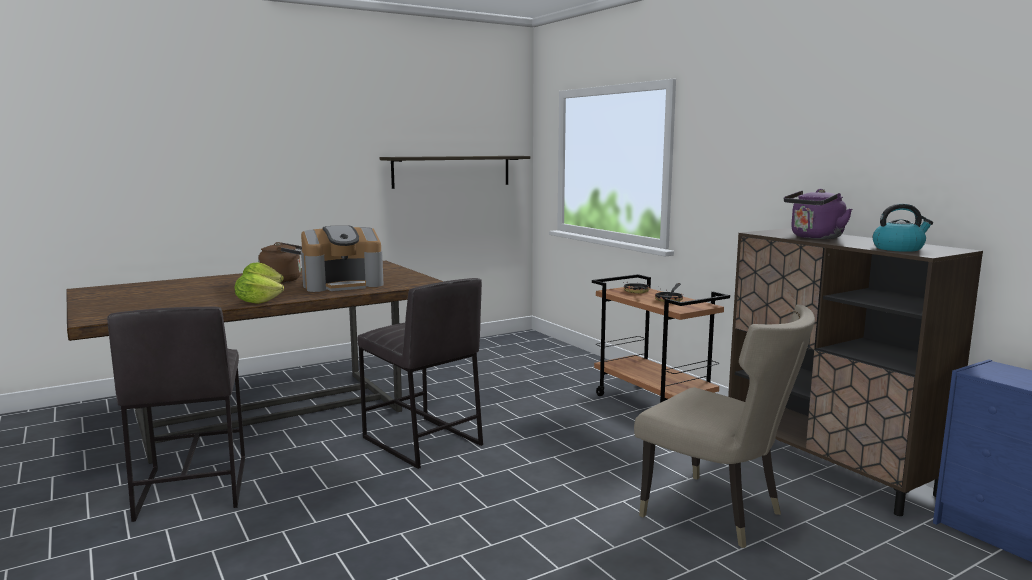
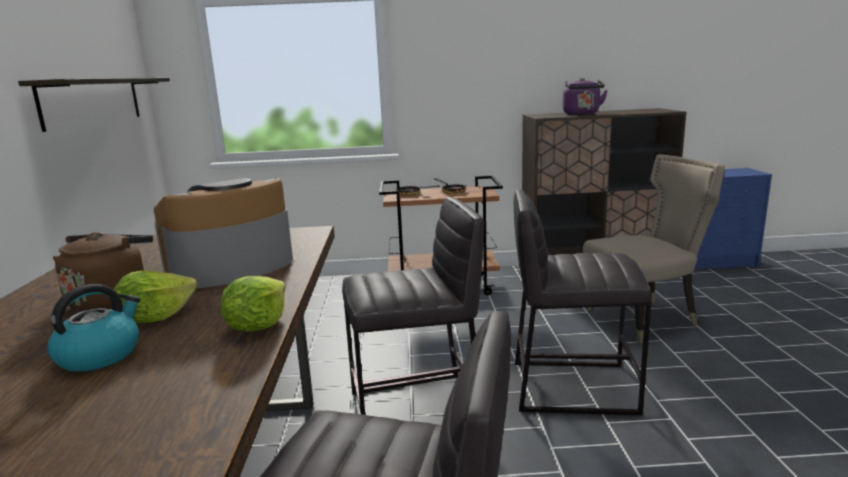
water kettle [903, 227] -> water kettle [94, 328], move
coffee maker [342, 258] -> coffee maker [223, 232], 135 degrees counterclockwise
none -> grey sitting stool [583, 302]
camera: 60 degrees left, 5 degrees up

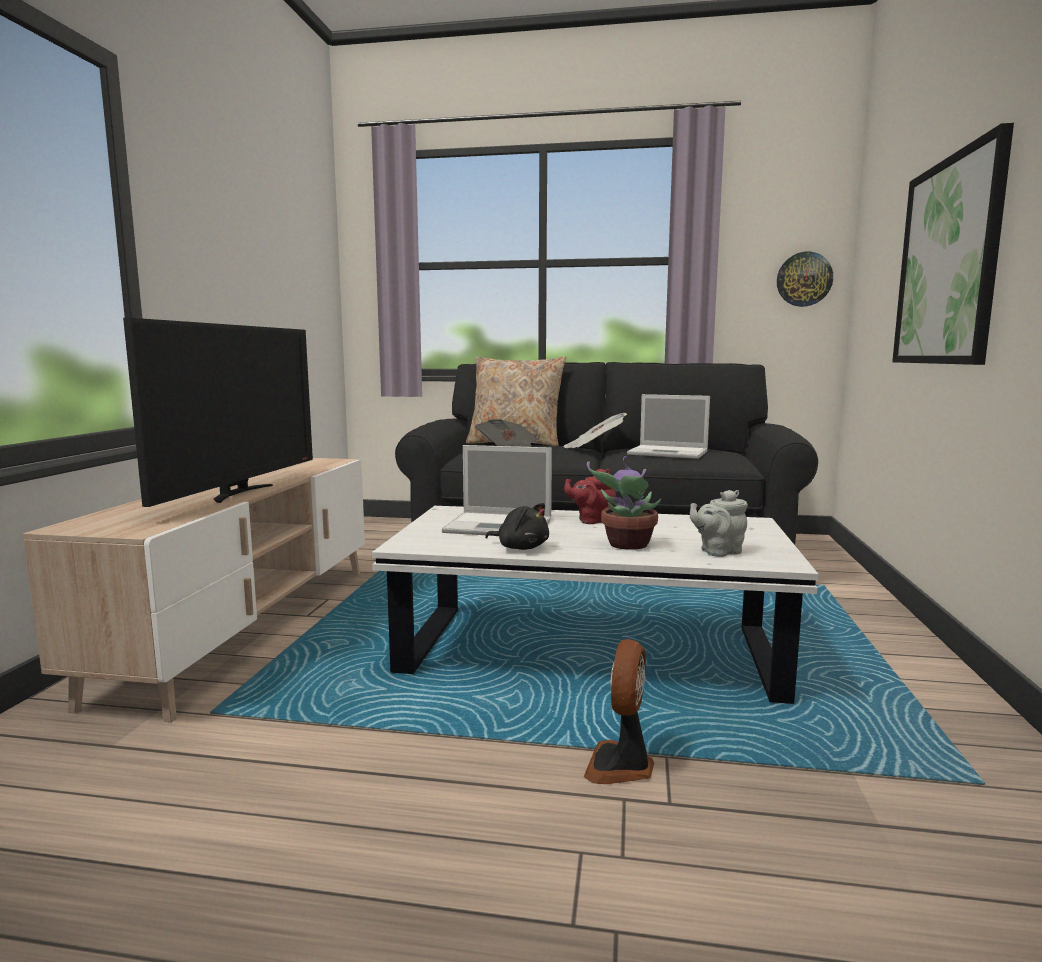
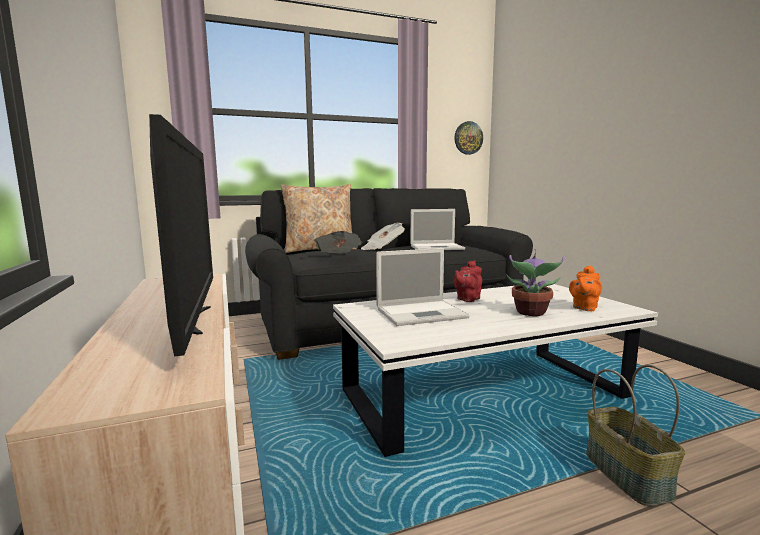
wall art [953, 244] -> none
grey pot for tea [719, 523] -> orangey pot for tea [585, 288]
blackish soft toy [517, 526] -> none
fan [619, 711] -> basket [635, 435]
camera: 30 degrees left, 0 degrees up

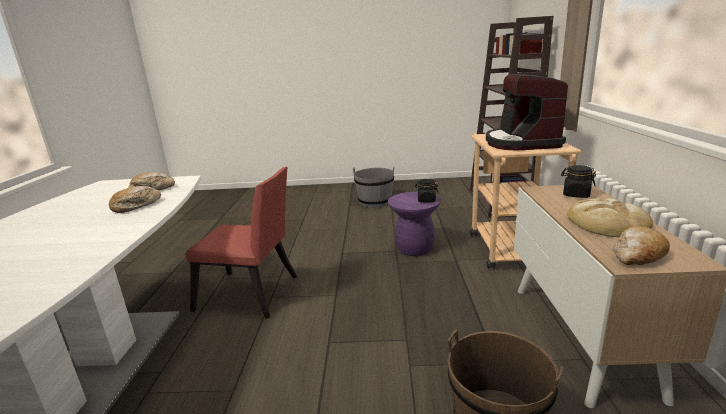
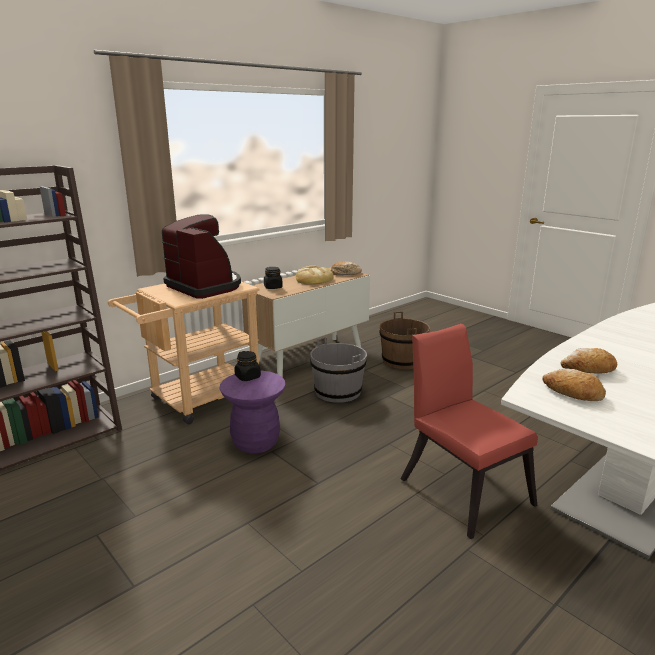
coffee maker [527, 112] -> coffee maker [201, 256], 90 degrees counterclockwise
grey water bucket [373, 186] -> grey water bucket [338, 370], move
camera: 135 degrees left, 0 degrees up

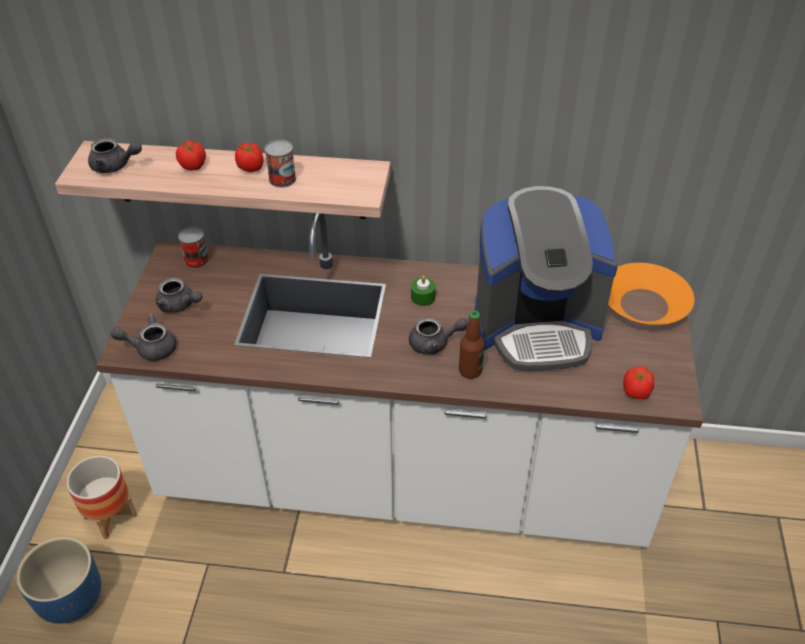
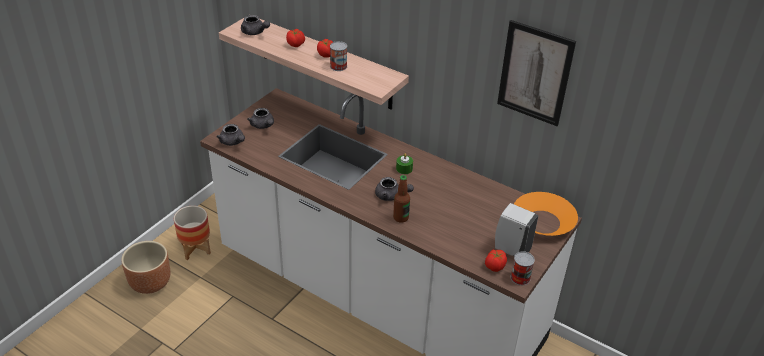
coffee maker [546, 278] -> none
metal can [193, 248] -> metal can [523, 268], move
grey pot for tea [144, 337] -> grey pot for tea [231, 135], 150 degrees counterclockwise
blue flower pot [59, 580] -> brown-coloured flower pot [145, 267]
none -> wall art [536, 73]
none -> whitish liquid soap bottle [517, 229]
camera: 25 degrees right, 5 degrees down

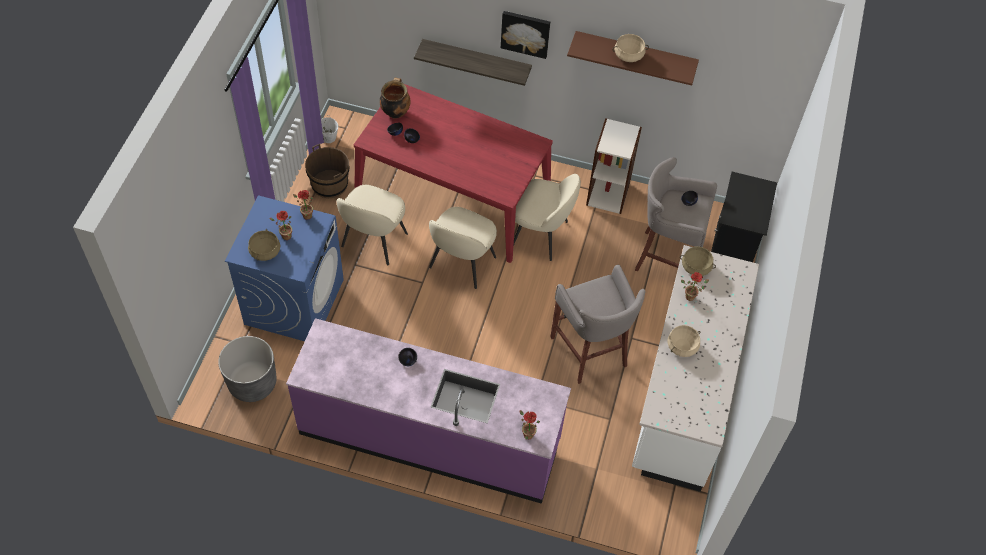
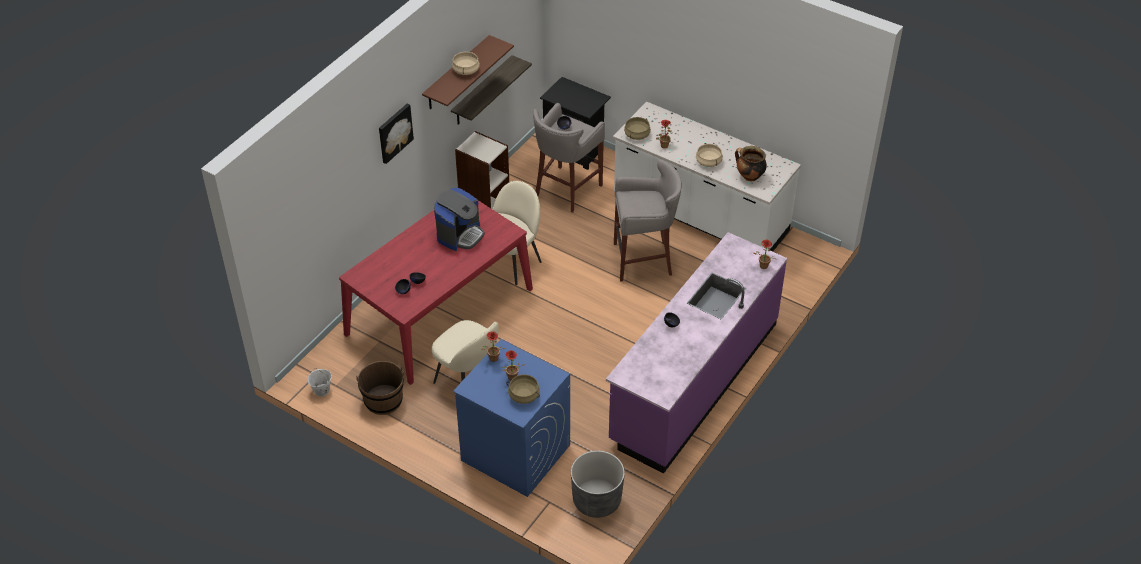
bracket shelf [473, 62] -> bracket shelf [491, 90], move
saucepot [395, 98] -> saucepot [751, 163], move
beige chair [463, 248] -> none
none -> coffee maker [459, 219]
camera: 70 degrees left, 10 degrees down

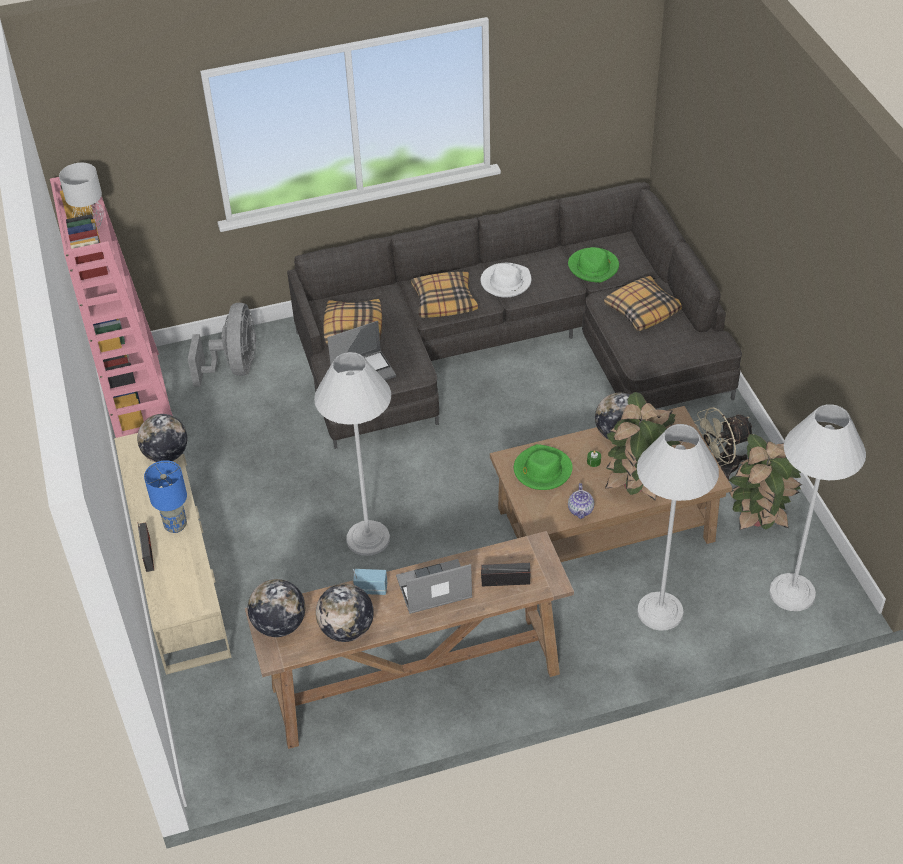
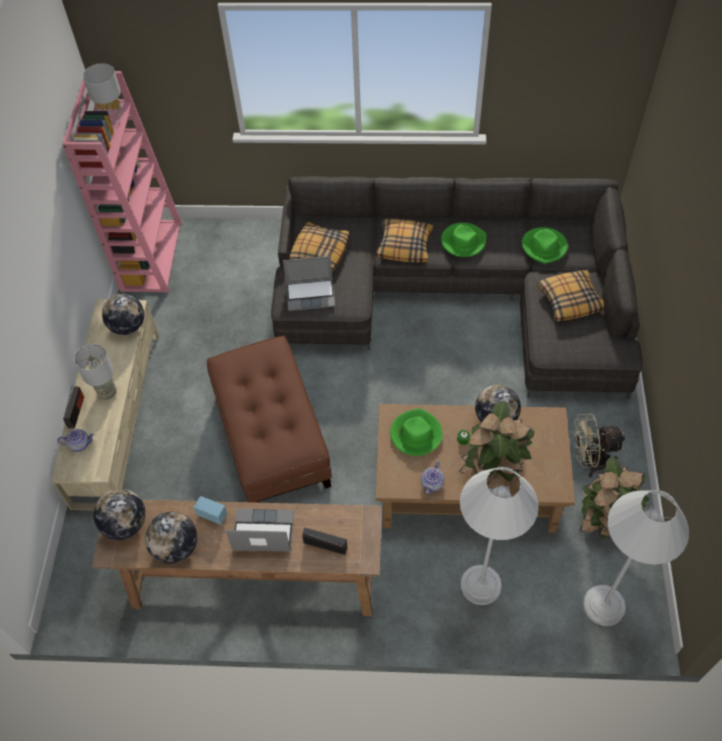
whitish clothing hat [506, 280] -> green-coloured clothing hat [464, 240]
grey fan [222, 345] -> none
whitish standard lamp [352, 454] -> brown-coloured footrest [269, 419]
blue table lamp [165, 496] -> grey table lamp [95, 372]
none -> pot for tea [76, 440]
camera: 20 degrees right, 10 degrees up

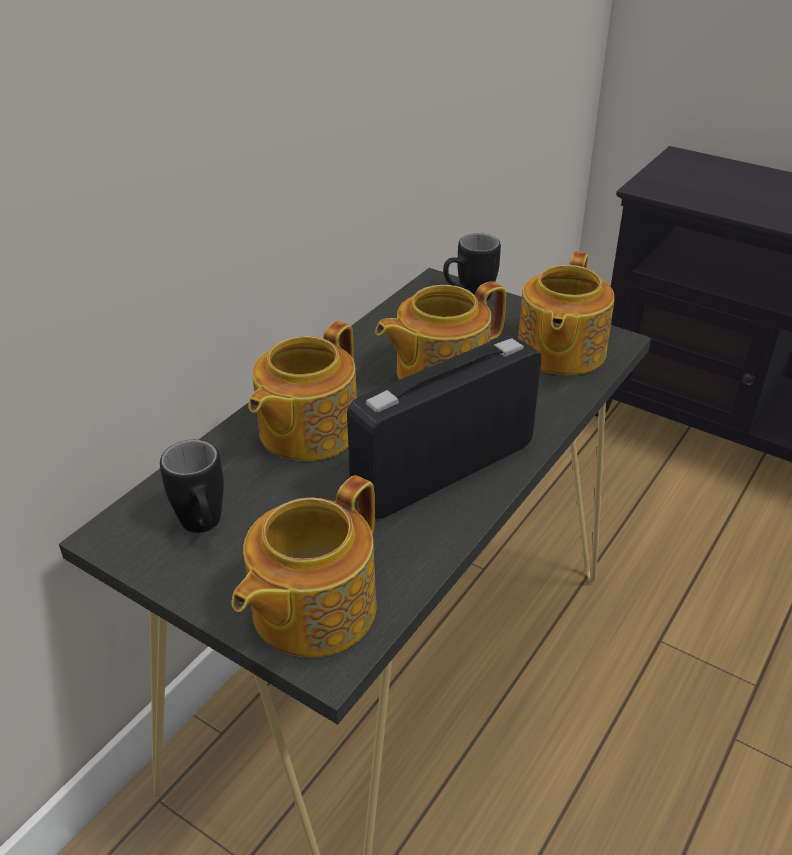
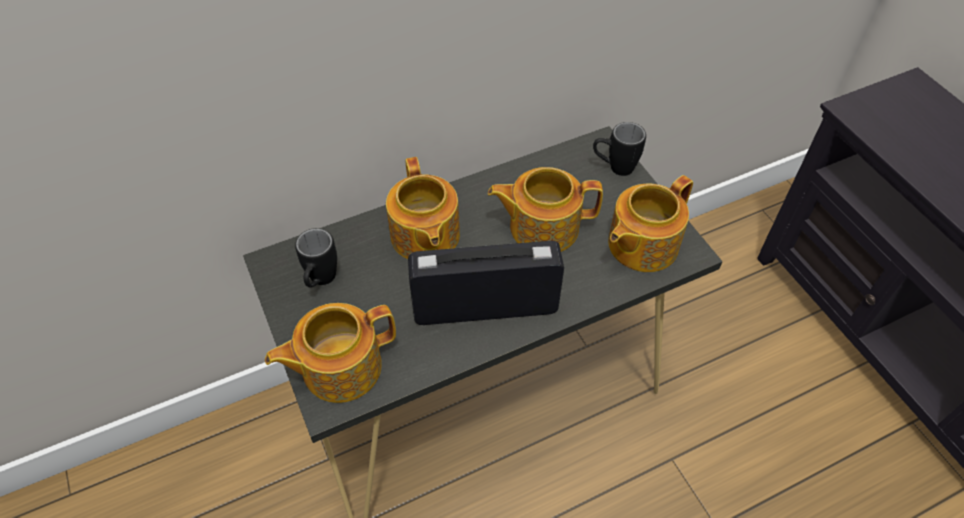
pot for tea [302, 391] -> pot for tea [423, 208], 75 degrees counterclockwise
camera: 30 degrees right, 15 degrees up

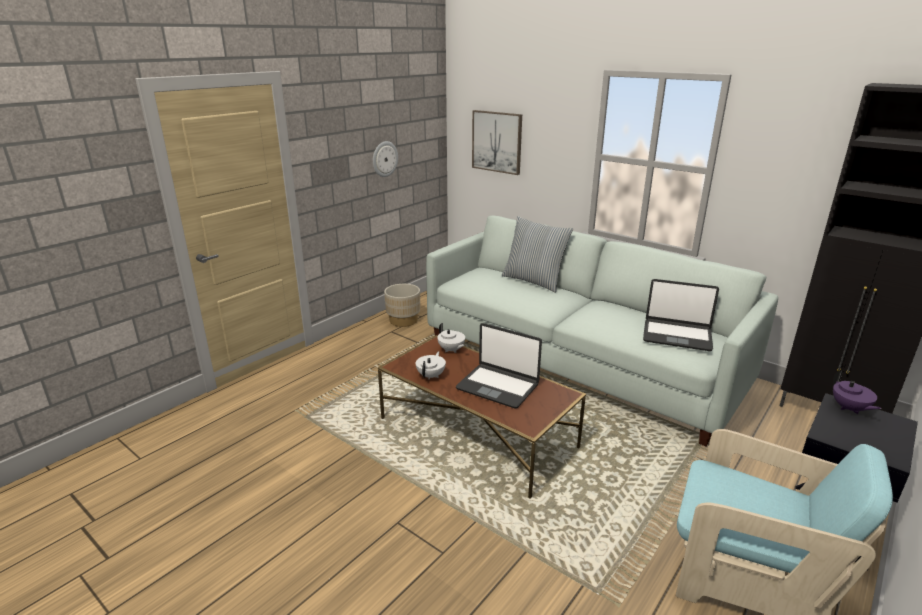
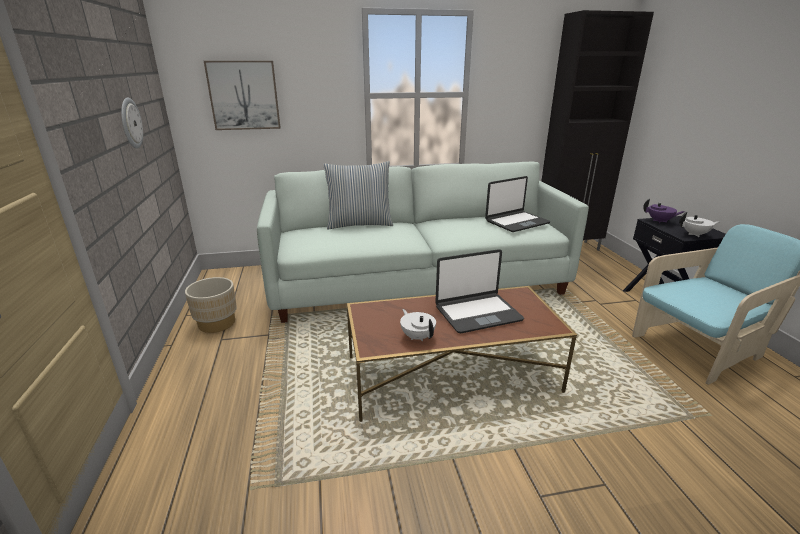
whitish pot for tea [451, 338] -> whitish pot for tea [699, 224], move
camera: 50 degrees left, 0 degrees up

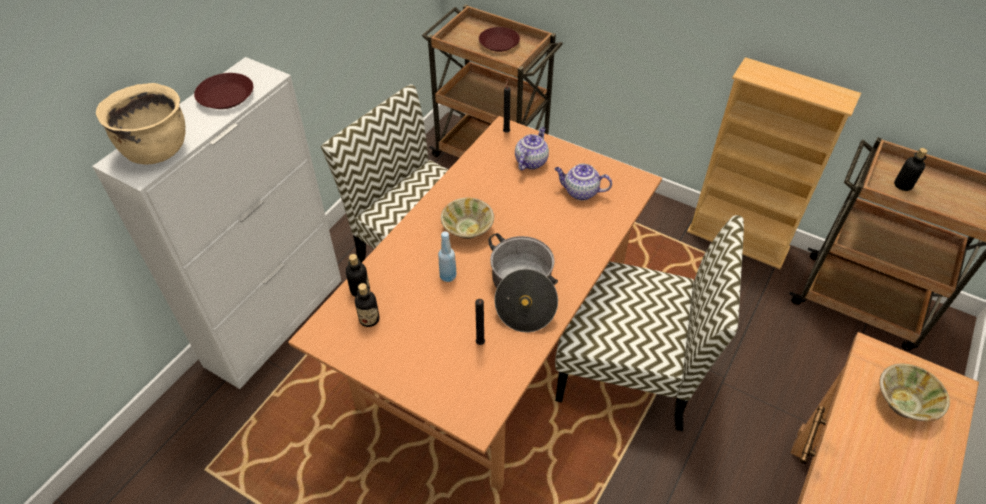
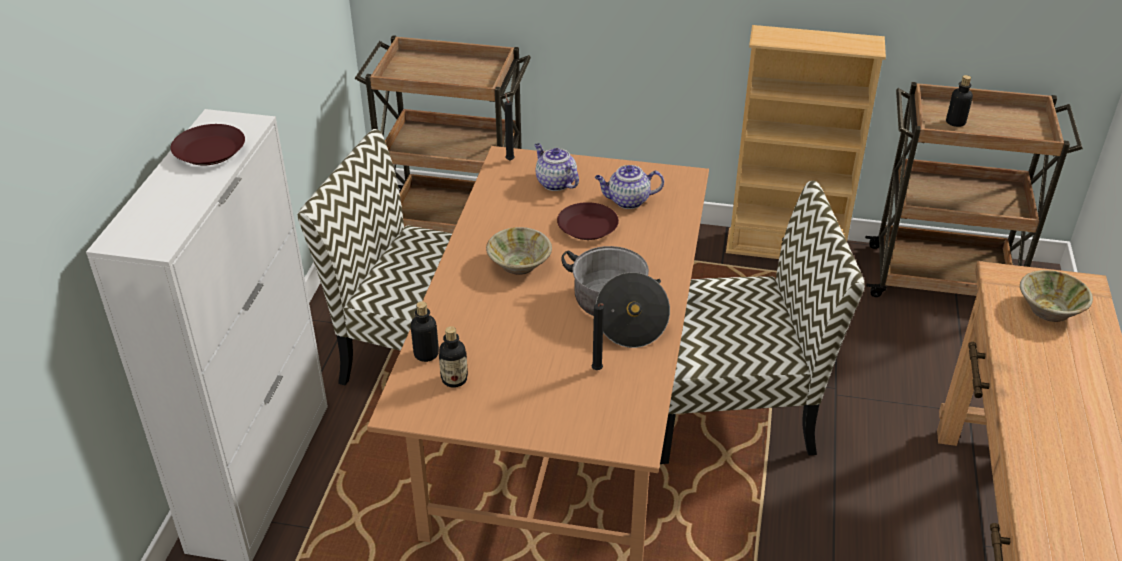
brown-coloured plate [499, 39] -> brown-coloured plate [588, 221], move
beige saucepot [141, 123] -> none
pot for tea [532, 148] -> pot for tea [556, 167], 45 degrees counterclockwise
blue bottle [447, 256] -> none
camera: 20 degrees left, 10 degrees down

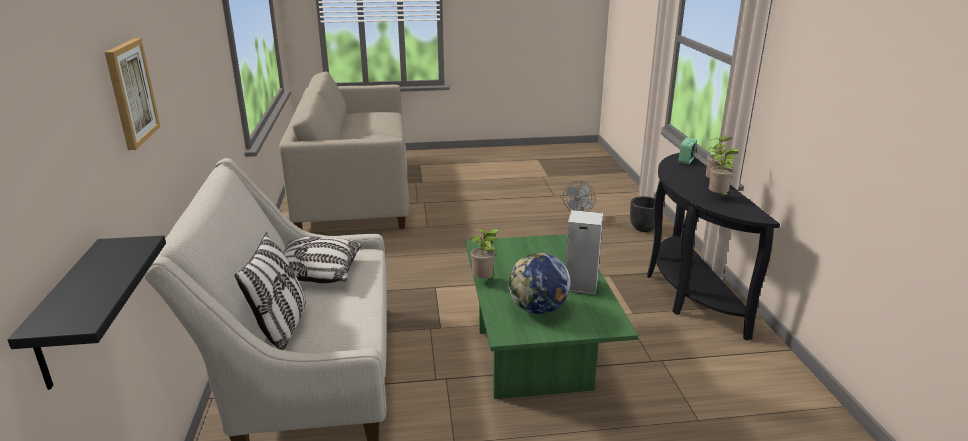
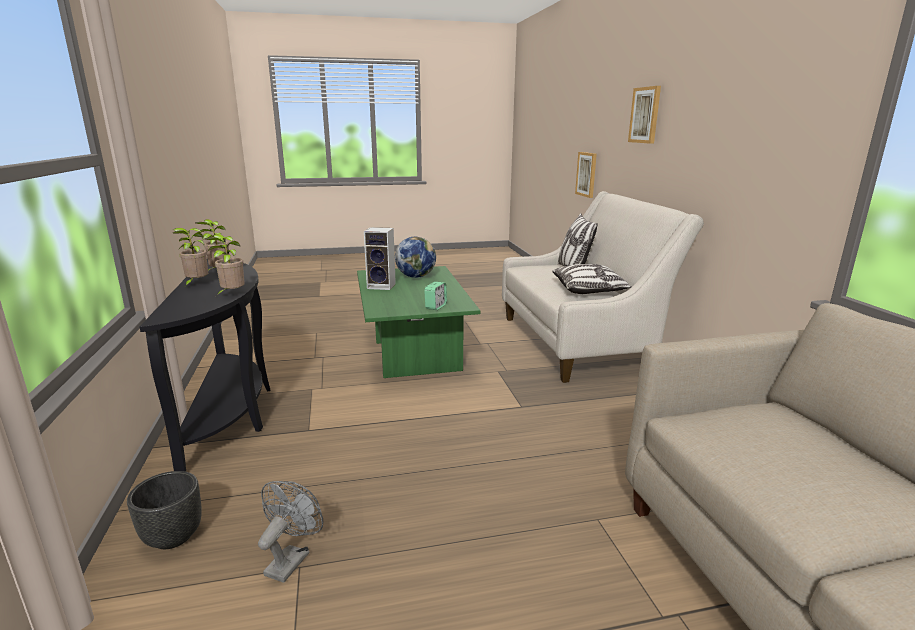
alarm clock [687, 150] -> alarm clock [435, 296], move
potted plant [485, 253] -> potted plant [225, 265], move
blackish bracket shelf [87, 312] -> wall art [586, 175]
camera: 175 degrees right, 5 degrees down

